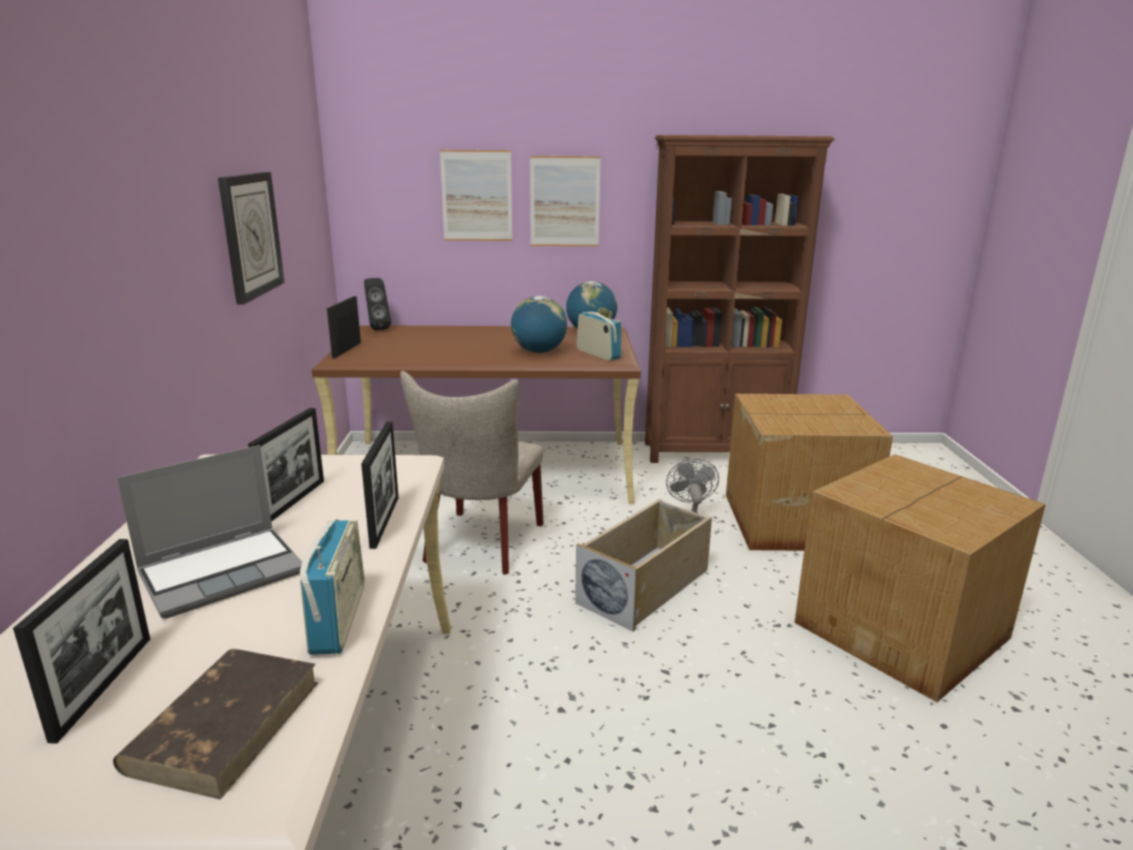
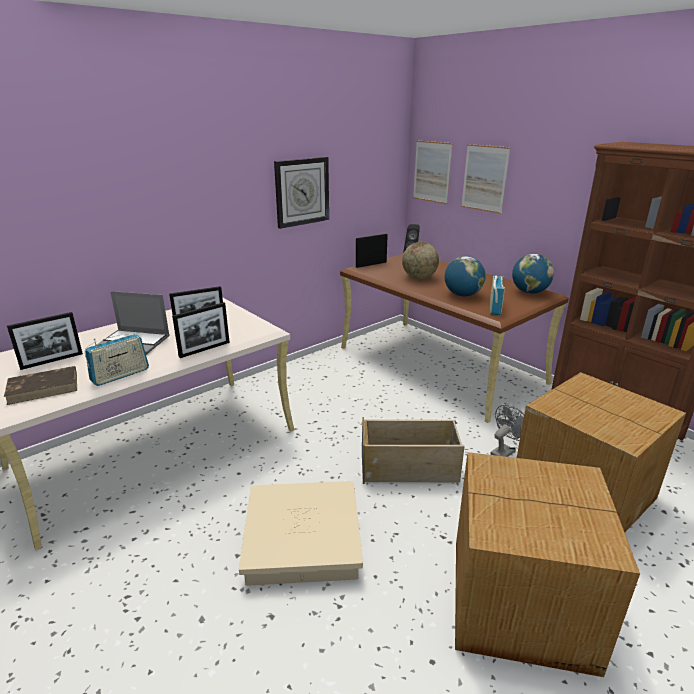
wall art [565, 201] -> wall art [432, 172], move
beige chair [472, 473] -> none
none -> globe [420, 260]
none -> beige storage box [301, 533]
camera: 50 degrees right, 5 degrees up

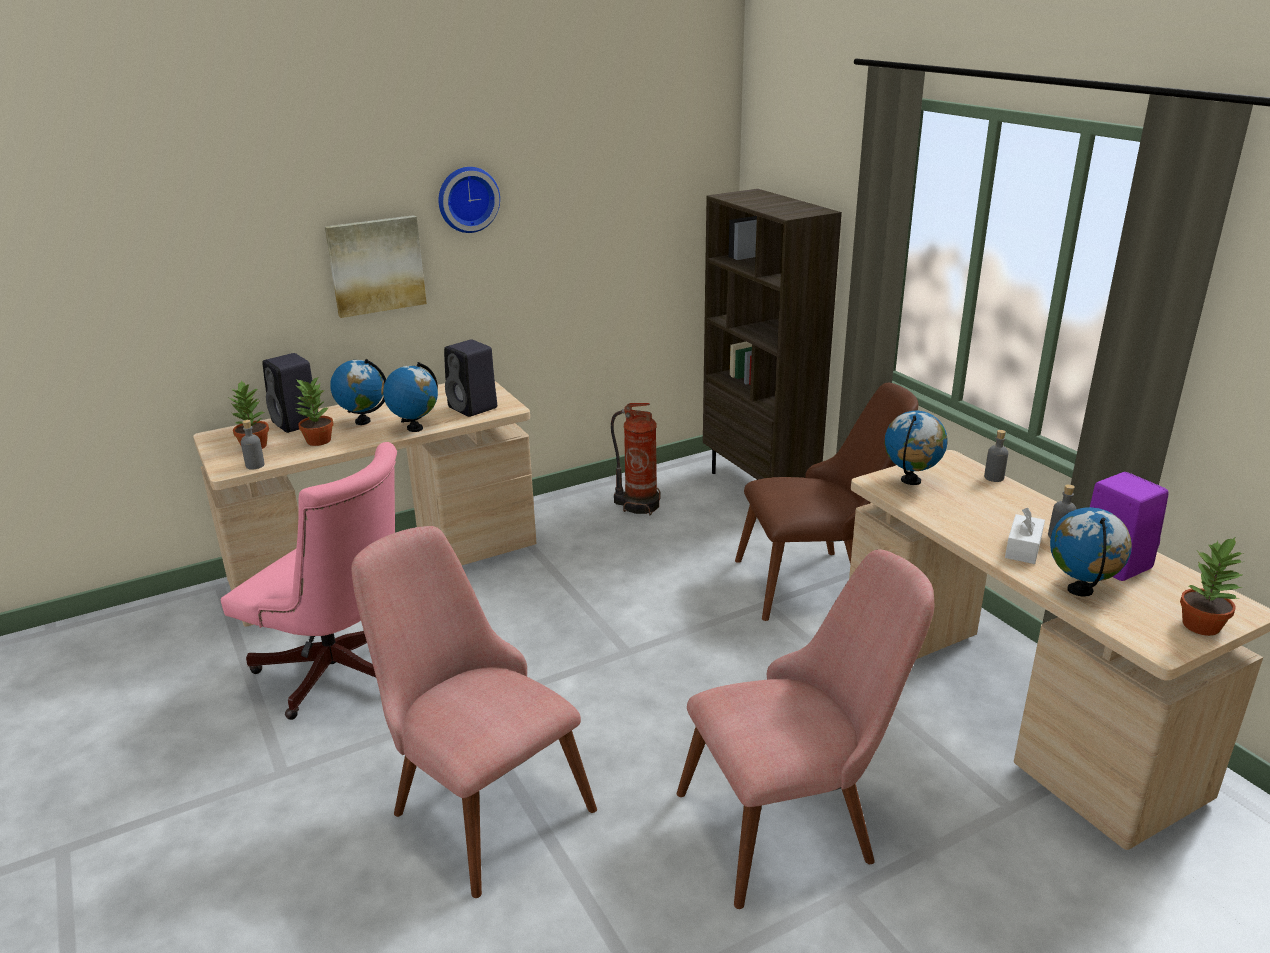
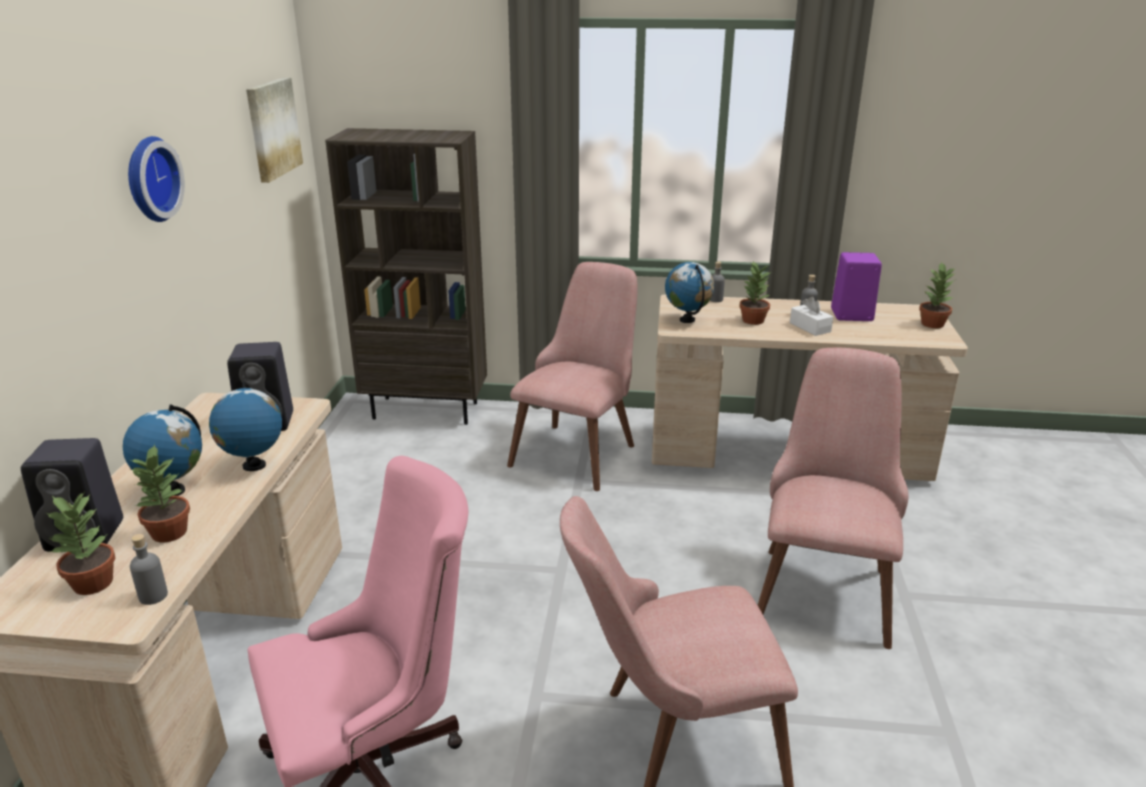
wall art [376, 266] -> wall art [274, 130], move
brown-coloured chair [826, 502] -> pinkish chair [572, 376]
fire-fighting cylinder [636, 459] -> none
globe [1091, 552] -> none
none -> potted plant [755, 293]
camera: 55 degrees left, 0 degrees up

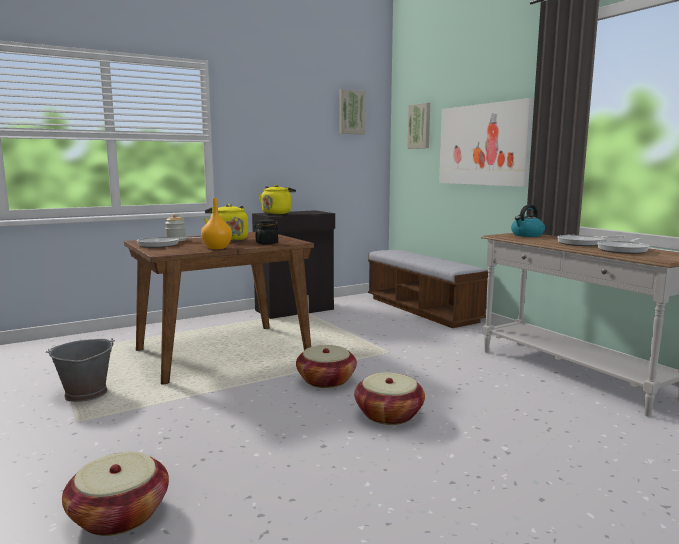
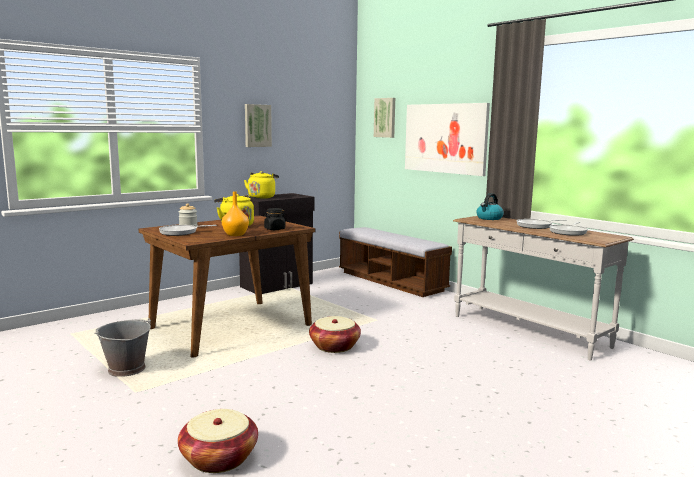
wall art [352, 111] -> wall art [258, 125], move
basket [389, 399] -> none
camera: 10 degrees left, 0 degrees up

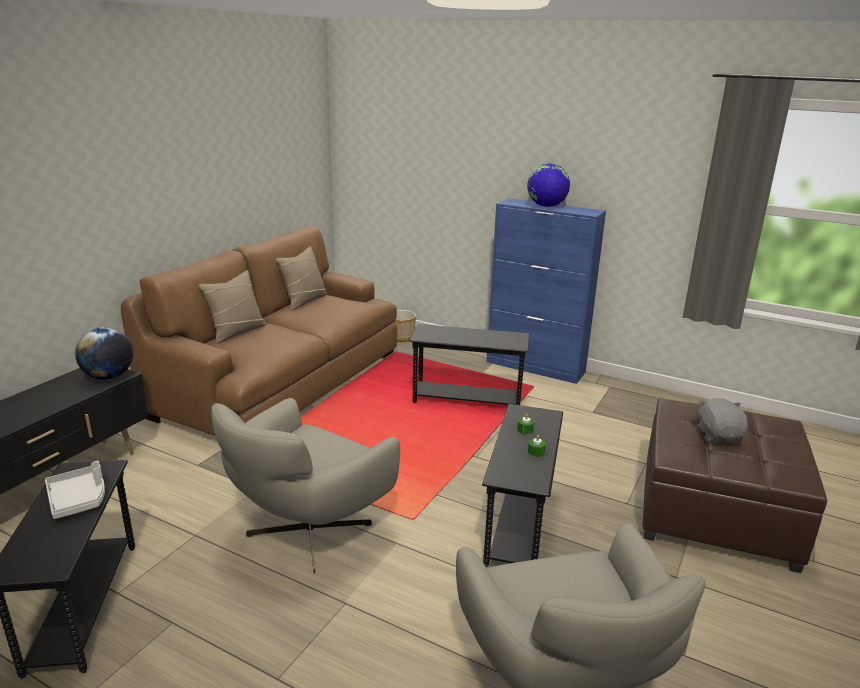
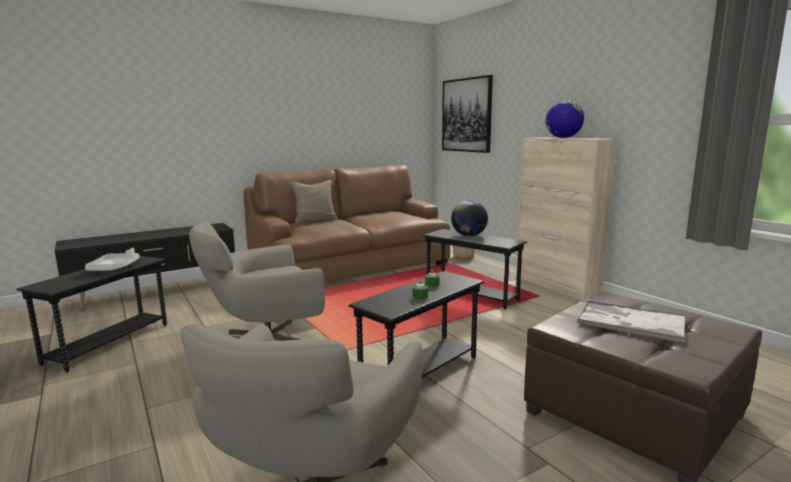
blue storage cabinet [546, 291] -> beige storage cabinet [566, 219]
beige pillow [301, 278] -> none
globe [104, 353] -> globe [469, 218], move
grey soft toy [723, 421] -> tray [631, 321]
none -> wall art [467, 114]
camera: 30 degrees right, 10 degrees down

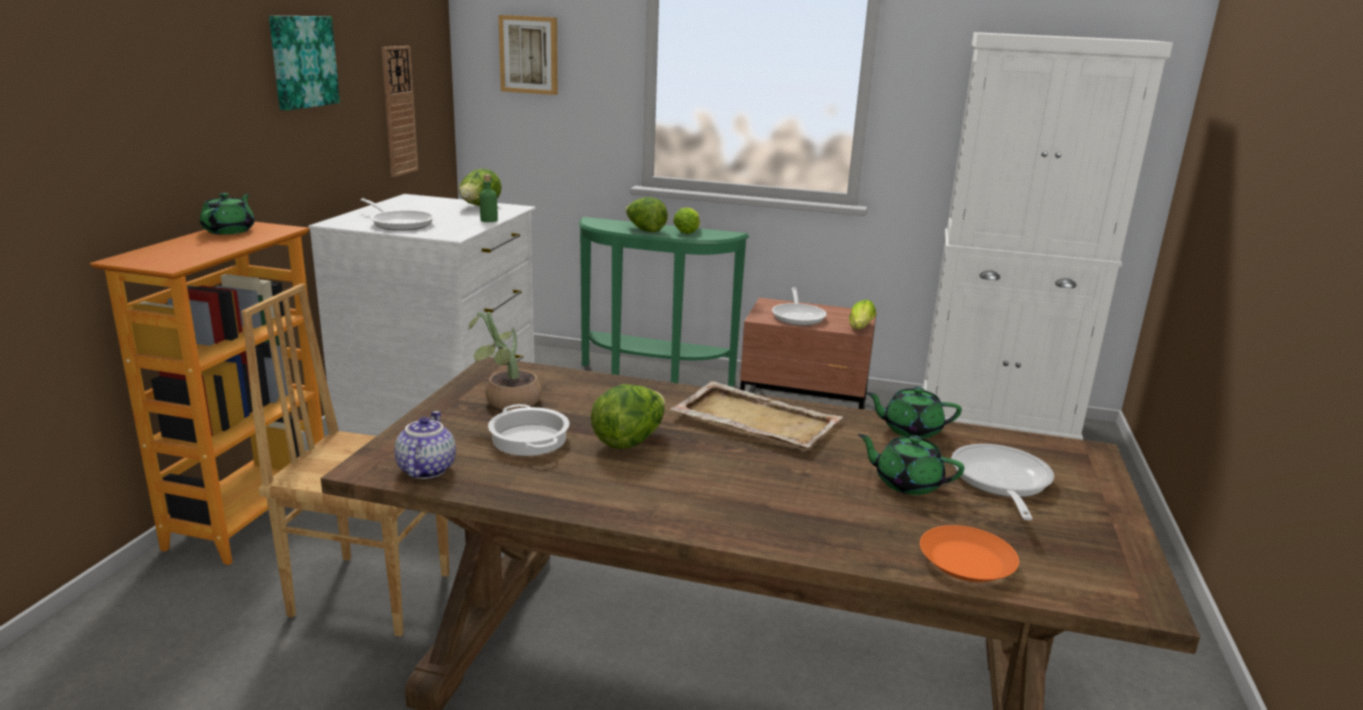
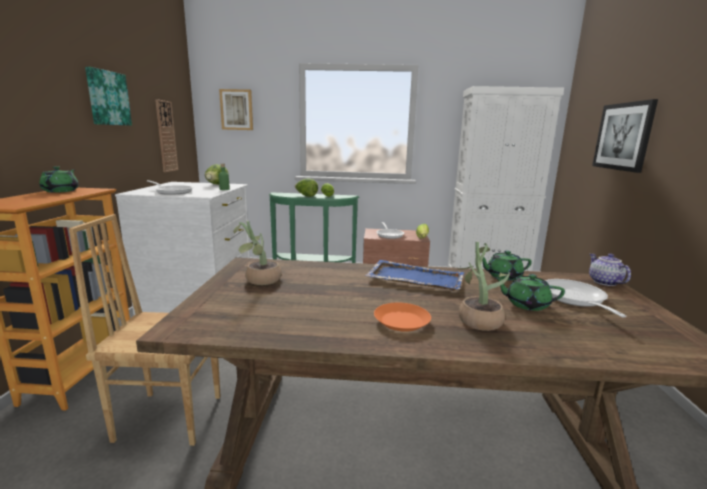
beige tray [756, 414] -> blue tray [414, 275]
head of lettuce [628, 416] -> none
saucepot [528, 430] -> none
pot for tea [425, 445] -> pot for tea [610, 269], move
orangey plate [969, 553] -> orangey plate [402, 317], move
none -> wall art [625, 136]
none -> potted plant [483, 286]
camera: 10 degrees left, 5 degrees down

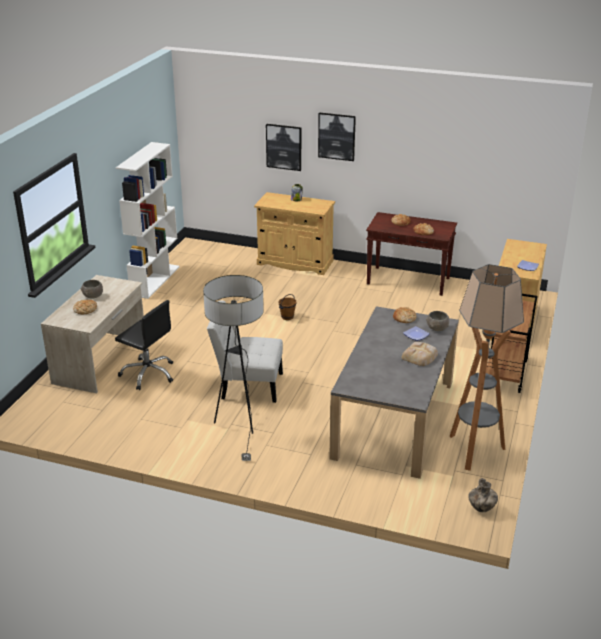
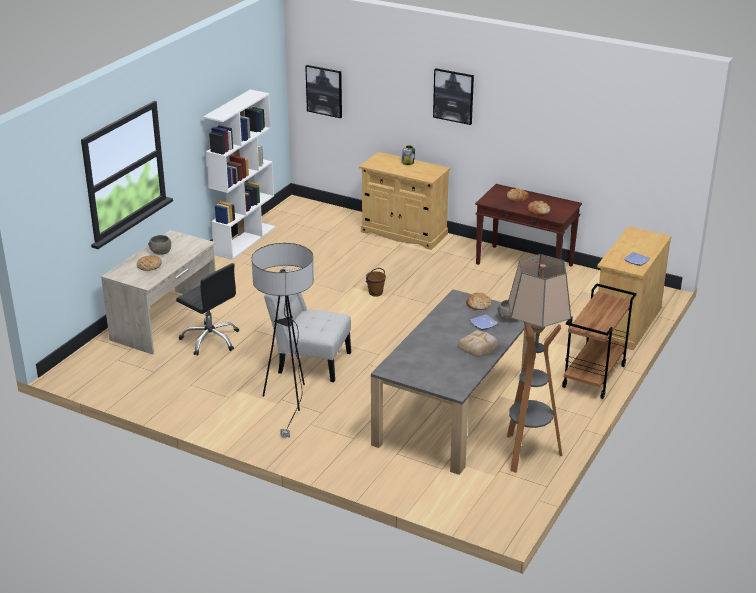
wall art [283, 147] -> wall art [323, 91], move
vase [483, 495] -> none
camera: 10 degrees right, 0 degrees up

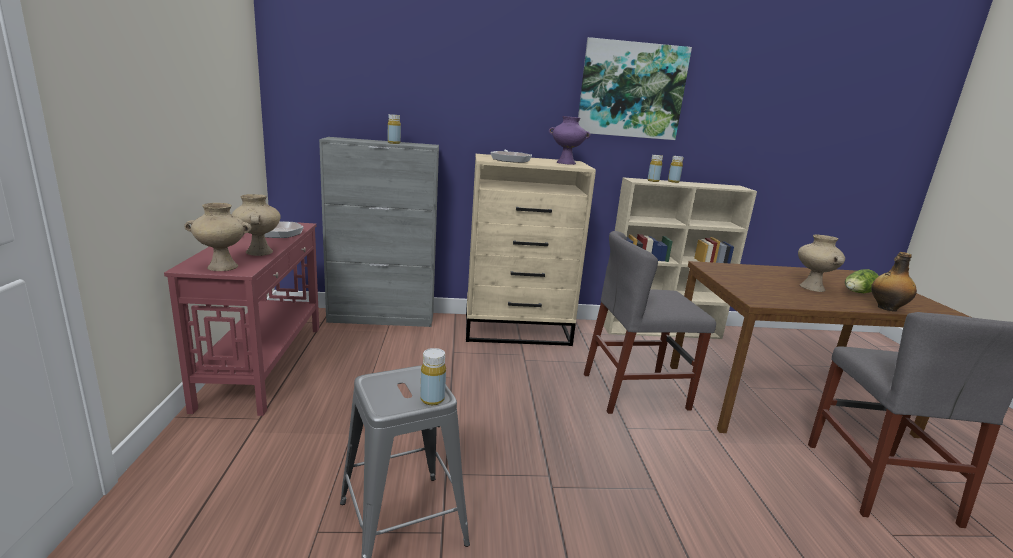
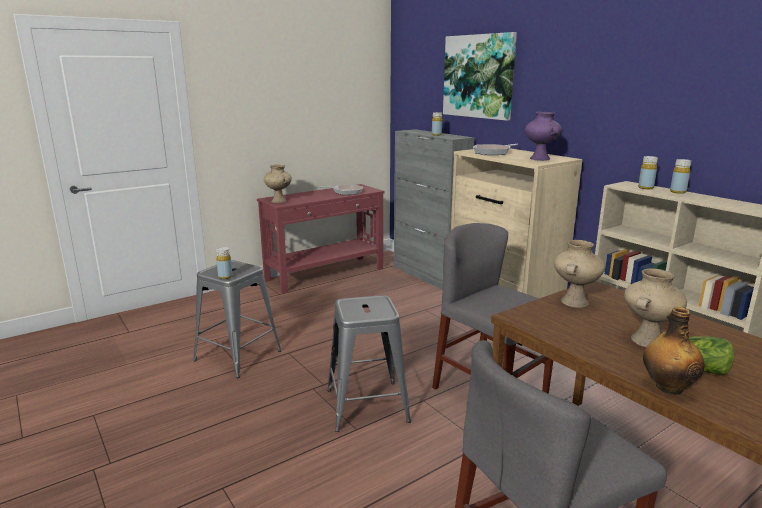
wall art [635, 88] -> wall art [480, 76], move
beige vase [256, 225] -> beige vase [579, 274], move
none -> grey sitting stool [369, 363]
camera: 60 degrees right, 0 degrees up

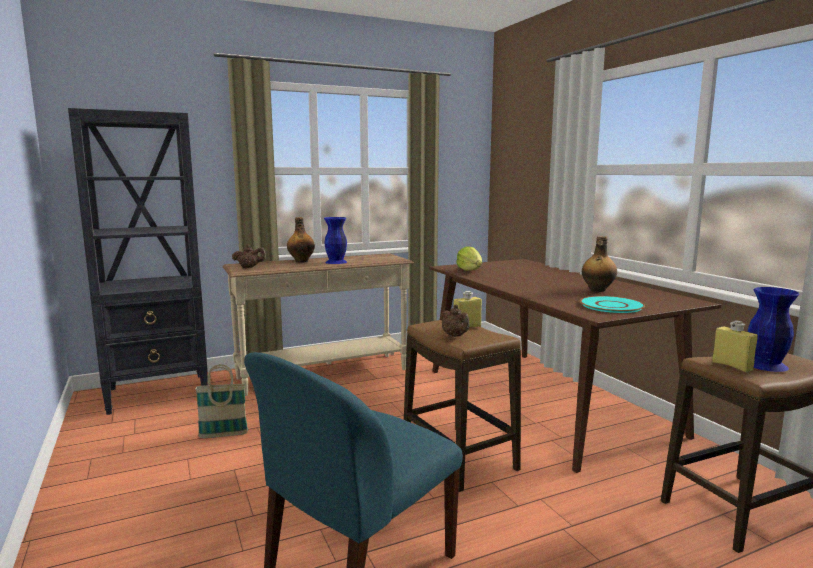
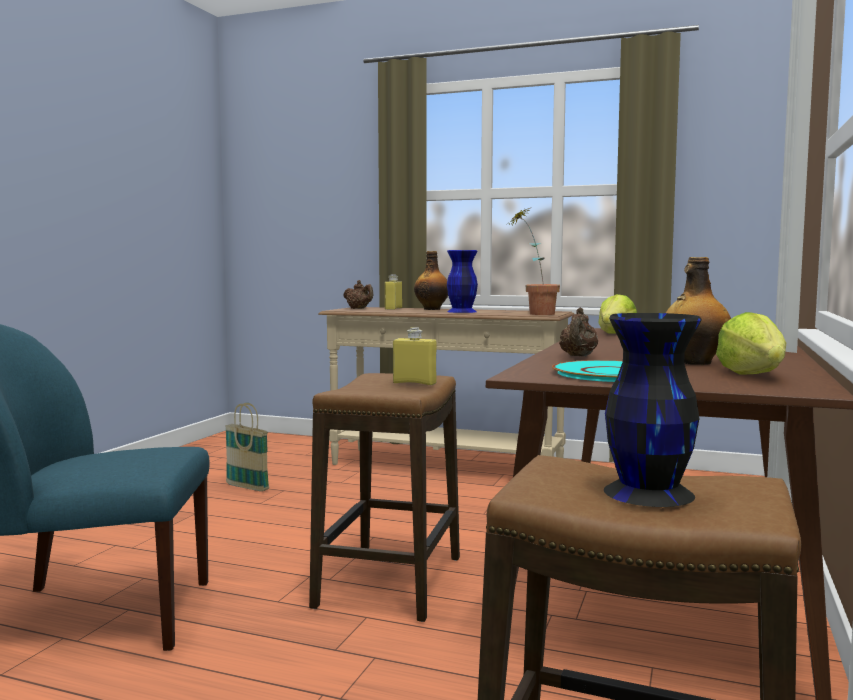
blackish shelving unit [138, 261] -> none
blue vase [773, 329] -> blackish vase [653, 410]
brown-coloured pot for tea [455, 321] -> brown-coloured pot for tea [578, 332], move
yellow-coloured bottle [735, 346] -> yellow-coloured bottle [393, 292], move
none -> potted plant [535, 261]
none -> head of lettuce [751, 343]
camera: 45 degrees right, 5 degrees down

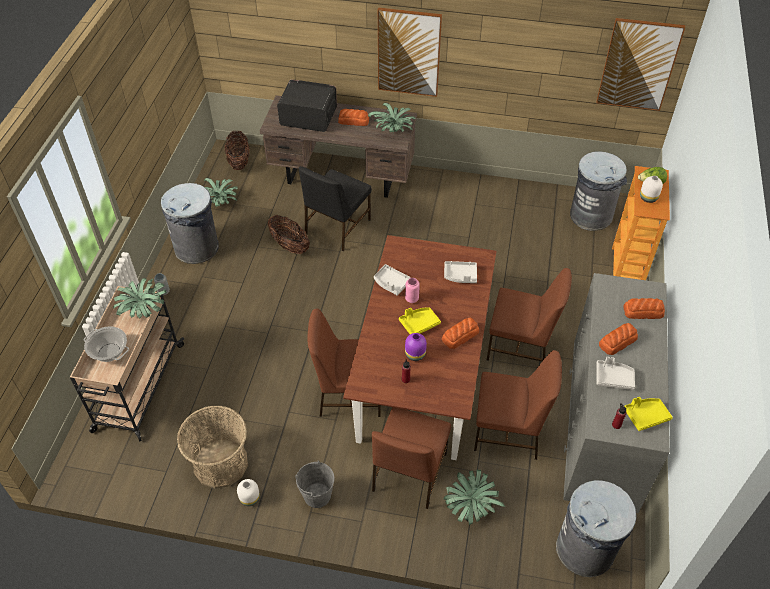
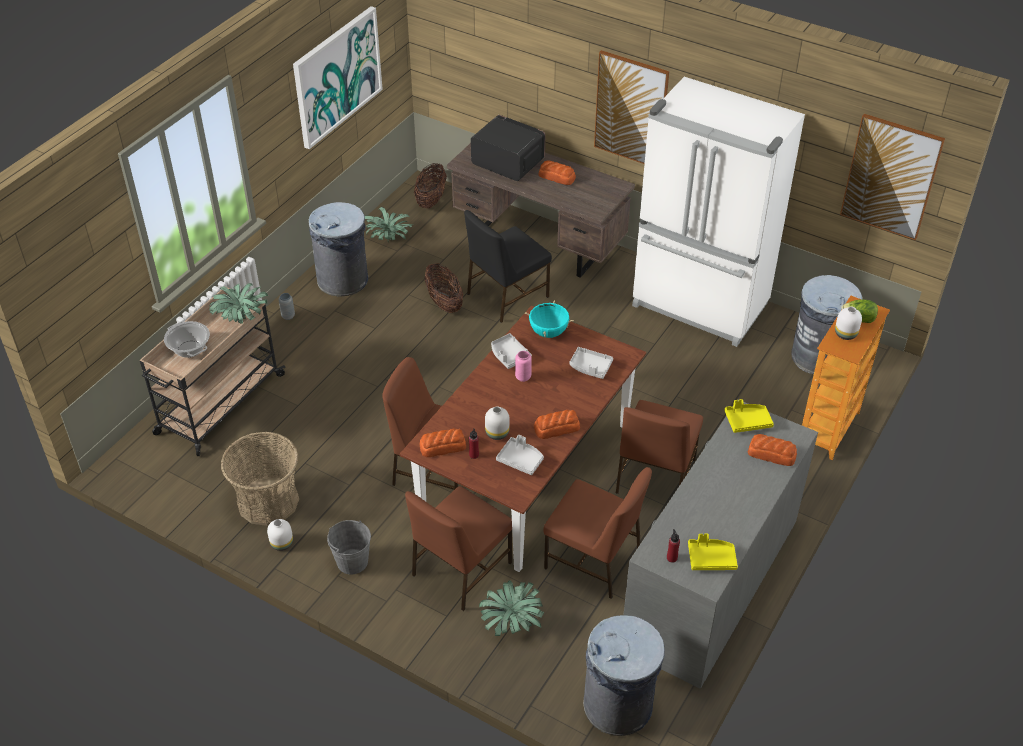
potted plant [392, 118] -> none
brown-coloured chair [529, 314] -> brown-coloured chair [659, 447], 75 degrees clockwise
yellow-coloured tray [420, 320] -> yellow-coloured tray [749, 416], move
baked bread [618, 339] -> baked bread [442, 442], move
purple vase [416, 347] -> whitish vase [497, 423]
grey tray [615, 373] -> grey tray [520, 455], move
none -> wall art [338, 77]
none -> whitish kitchen fridge [718, 212]
none -> blue-green saucepot [549, 319]
camera: 20 degrees right, 5 degrees down

